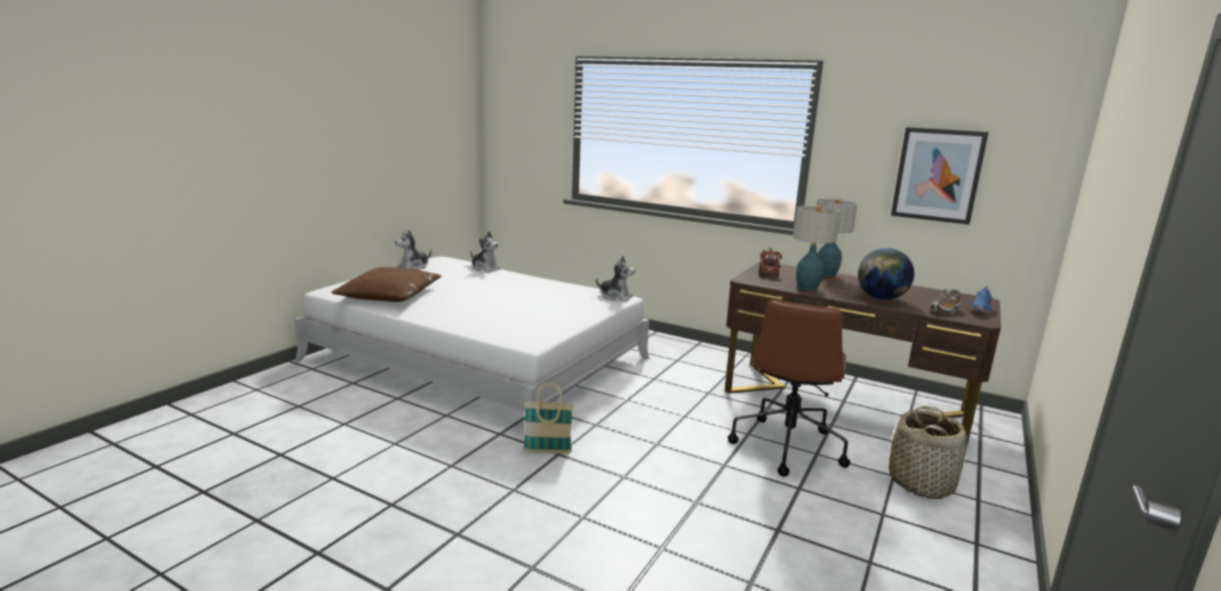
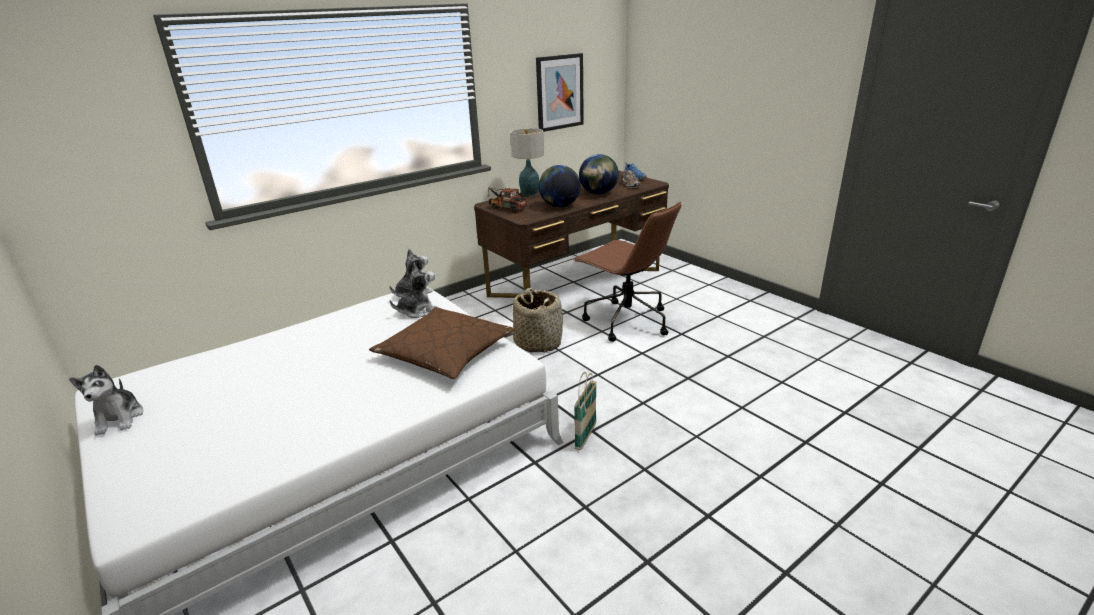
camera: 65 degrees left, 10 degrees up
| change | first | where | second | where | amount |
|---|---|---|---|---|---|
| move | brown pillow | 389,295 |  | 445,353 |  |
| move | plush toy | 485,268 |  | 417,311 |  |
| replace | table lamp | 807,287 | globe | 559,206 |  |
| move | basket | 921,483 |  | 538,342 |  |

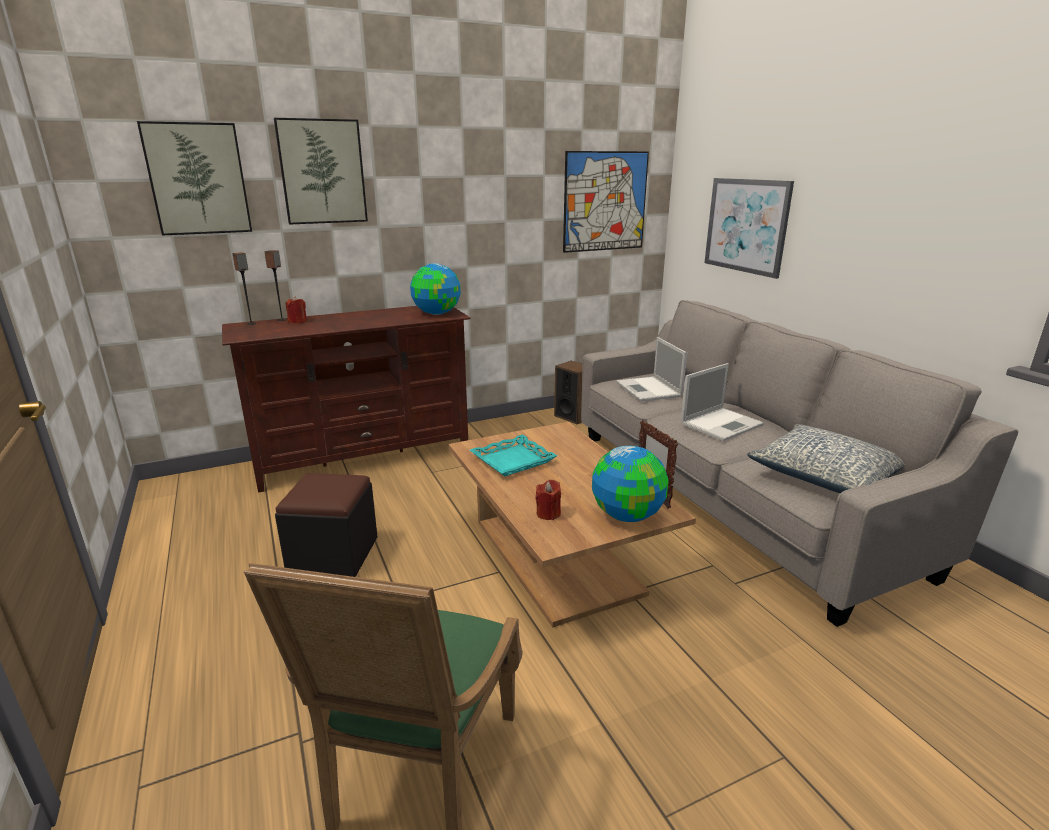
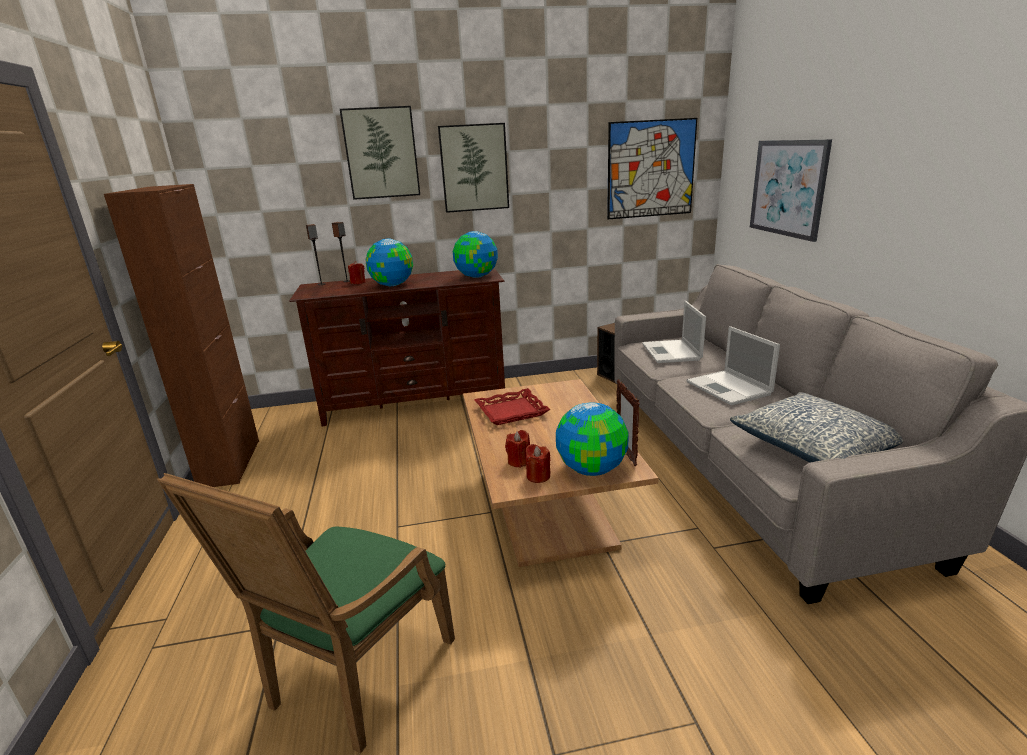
camera: 15 degrees right, 0 degrees up
| change | first | where | second | where | amount |
|---|---|---|---|---|---|
| move | picture | 198,179 |  | 474,168 |  |
| delete | black ottoman | 333,555 |  |  |  |
| recolor | turquoise tray | 513,461 | red tray | 511,412 |  |
| rotate | laptop | 722,424 |  | 729,388 | 90 degrees clockwise |
| insert |  |  | brown cabinet | 230,463 |  |
| insert |  |  | globe | 392,285 |  |
| insert |  |  | red candle | 538,476 |  |

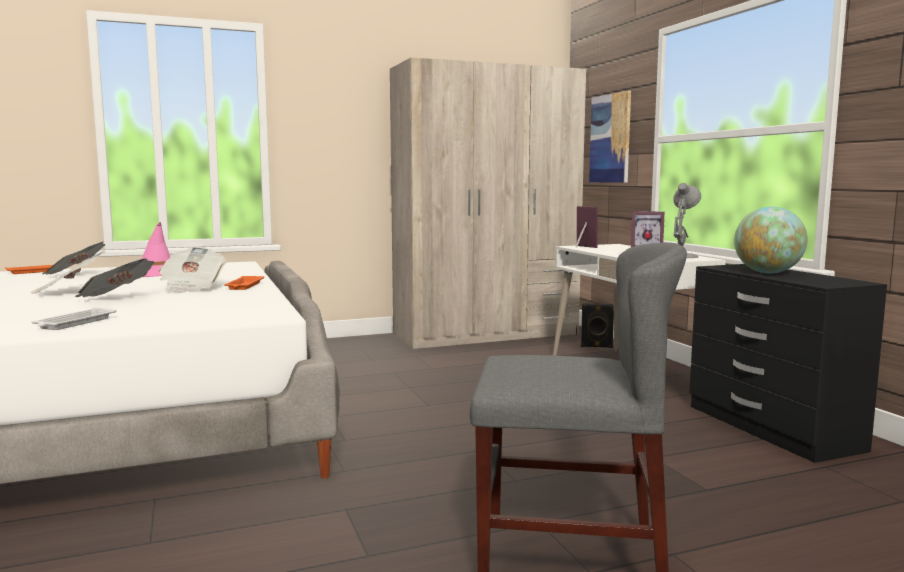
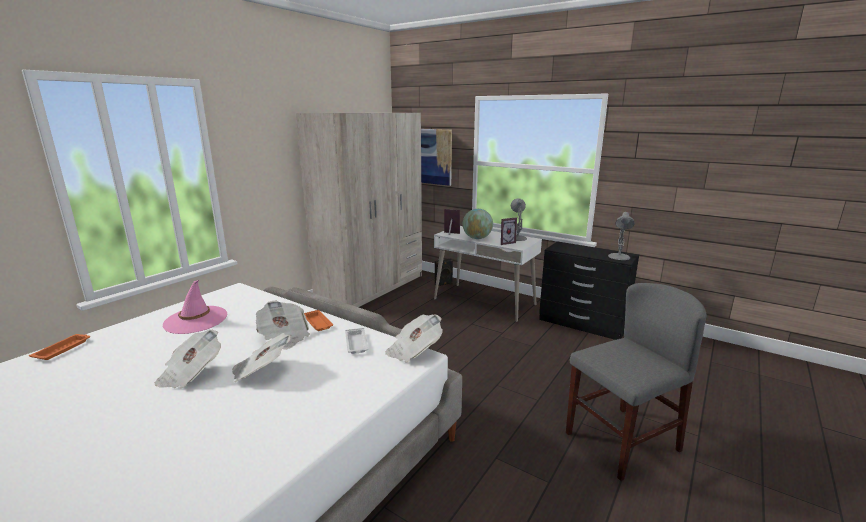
camera: 35 degrees left, 10 degrees up
| change | first | where | second | where | amount |
|---|---|---|---|---|---|
| move | white tray | 74,323 |  | 356,344 |  |
| move | newspaper | 75,275 |  | 414,351 |  |
| move | globe | 767,273 |  | 477,238 |  |
| insert |  |  | grey table lamp | 619,257 |  |

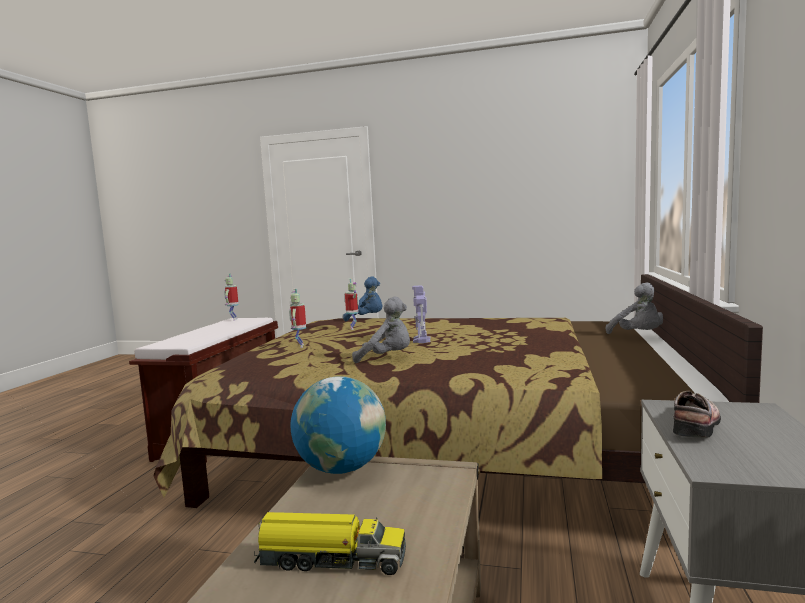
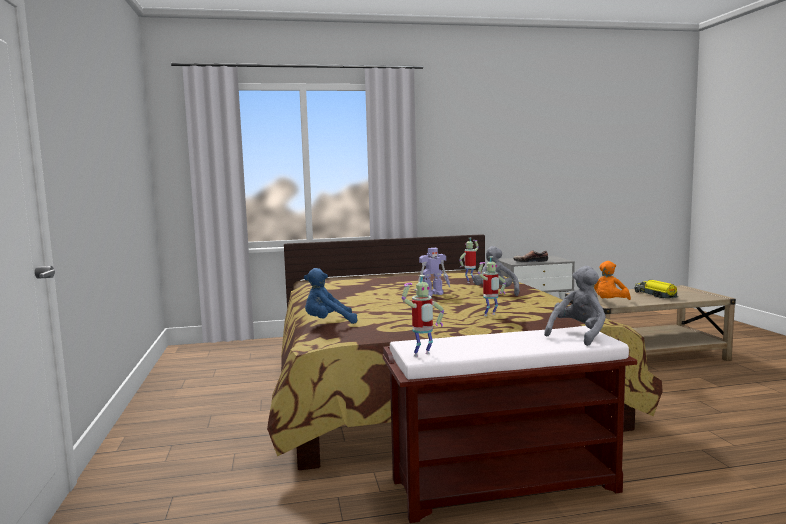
camera: 115 degrees left, 0 degrees up
| change | first | where | second | where | amount |
|---|---|---|---|---|---|
| replace | globe | 342,468 | orange plush toy | 610,303 |  |
| rotate | blue plush toy | 367,318 |  | 328,323 | 90 degrees counterclockwise |
| move | toy robot | 353,328 |  | 470,282 |  |
| move | grey plush toy | 638,335 |  | 578,335 |  |

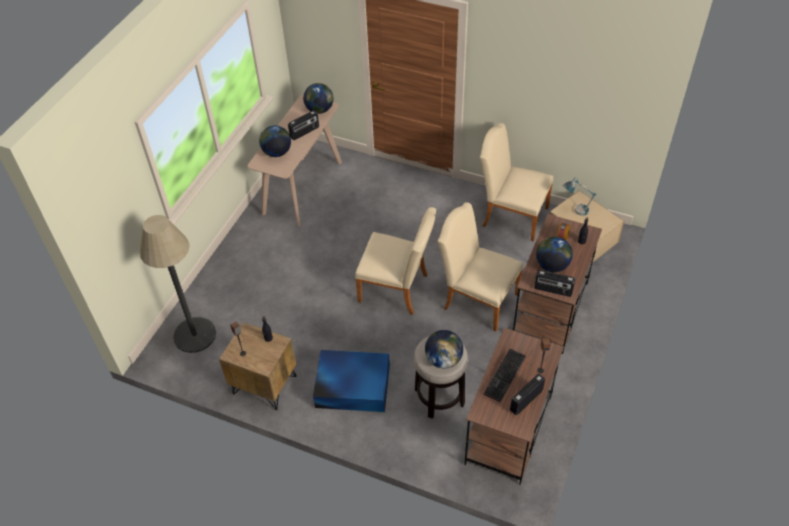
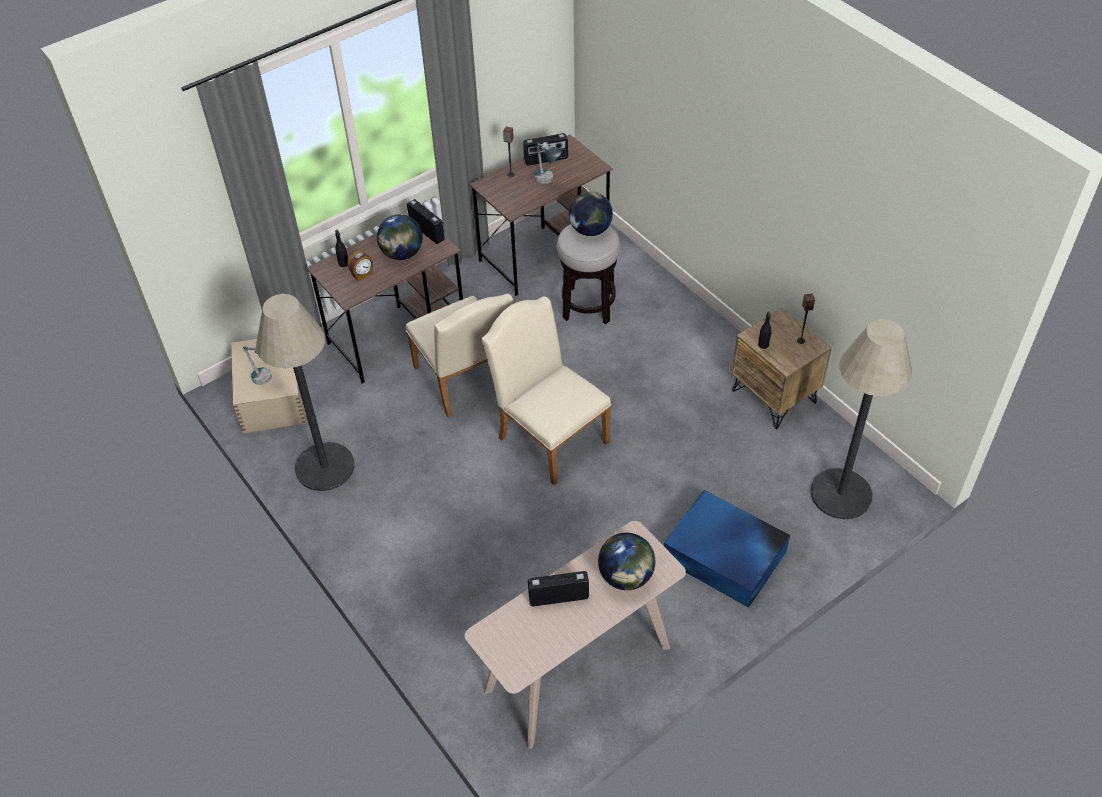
camera: 150 degrees left, 0 degrees up
| change | first | where | second | where | amount |
|---|---|---|---|---|---|
| delete | globe | 320,110 |  |  |  |
| move | blue storage box | 351,385 |  | 725,557 |  |
| replace | beige chair | 511,215 | floor lamp | 325,467 |  |
| replace | keyboard | 505,376 | table lamp | 547,182 |  |

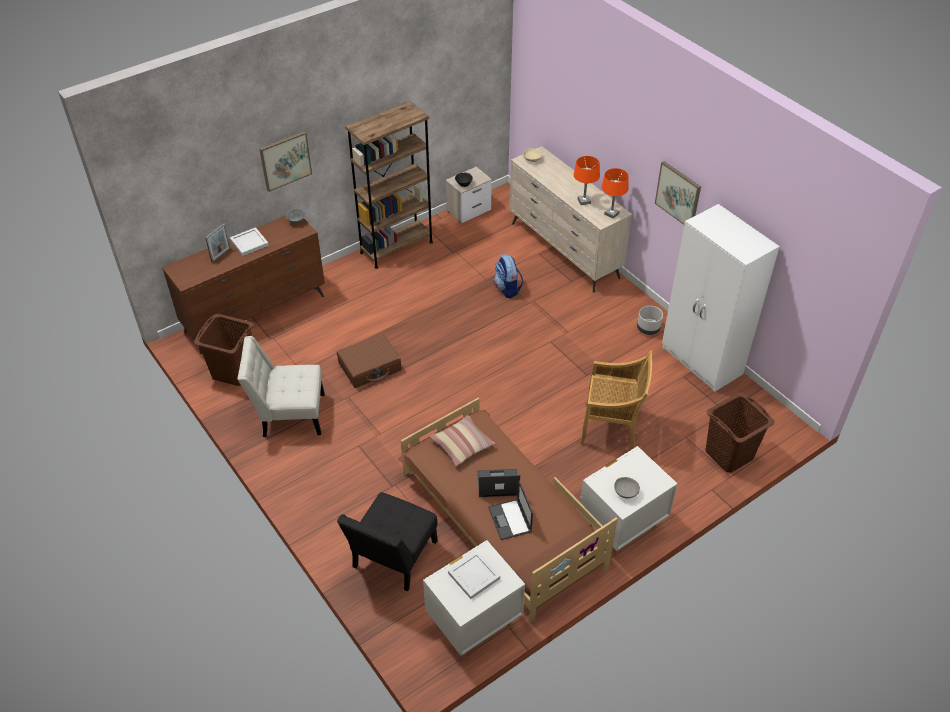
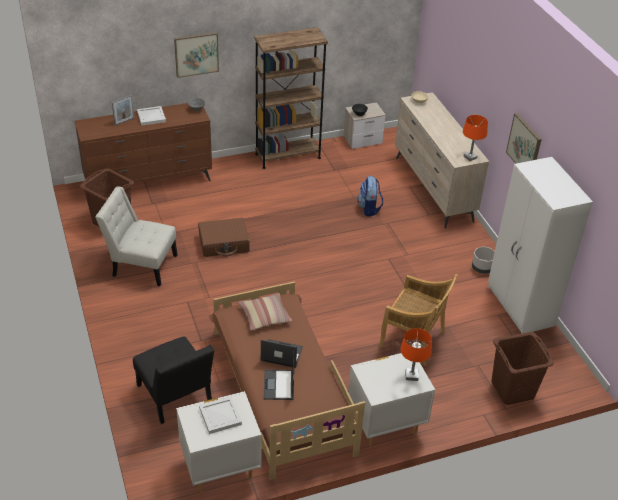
camera: 15 degrees right, 5 degrees down
| change | first | where | second | where | amount |
|---|---|---|---|---|---|
| rotate | black chair | 392,558 |  | 176,397 | 75 degrees counterclockwise |
| move | orange table lamp | 584,201 |  | 412,375 |  |
| delete | grey bowl | 625,492 |  |  |  |

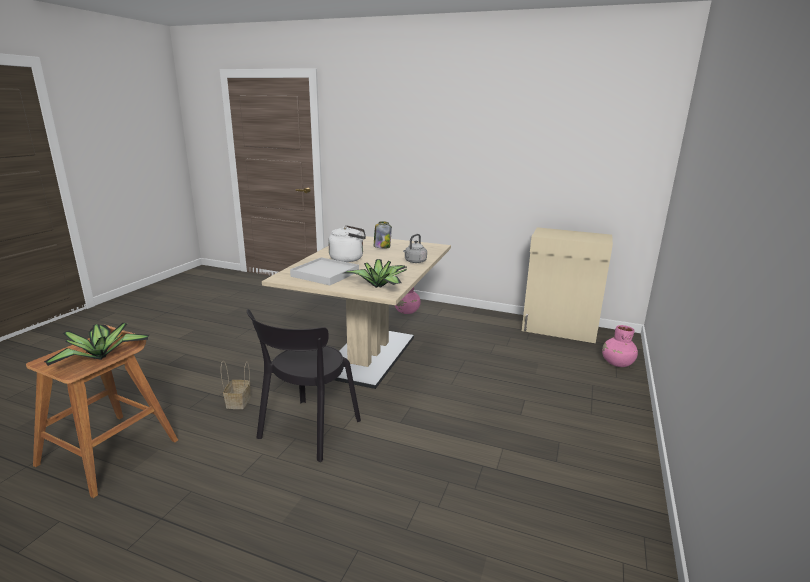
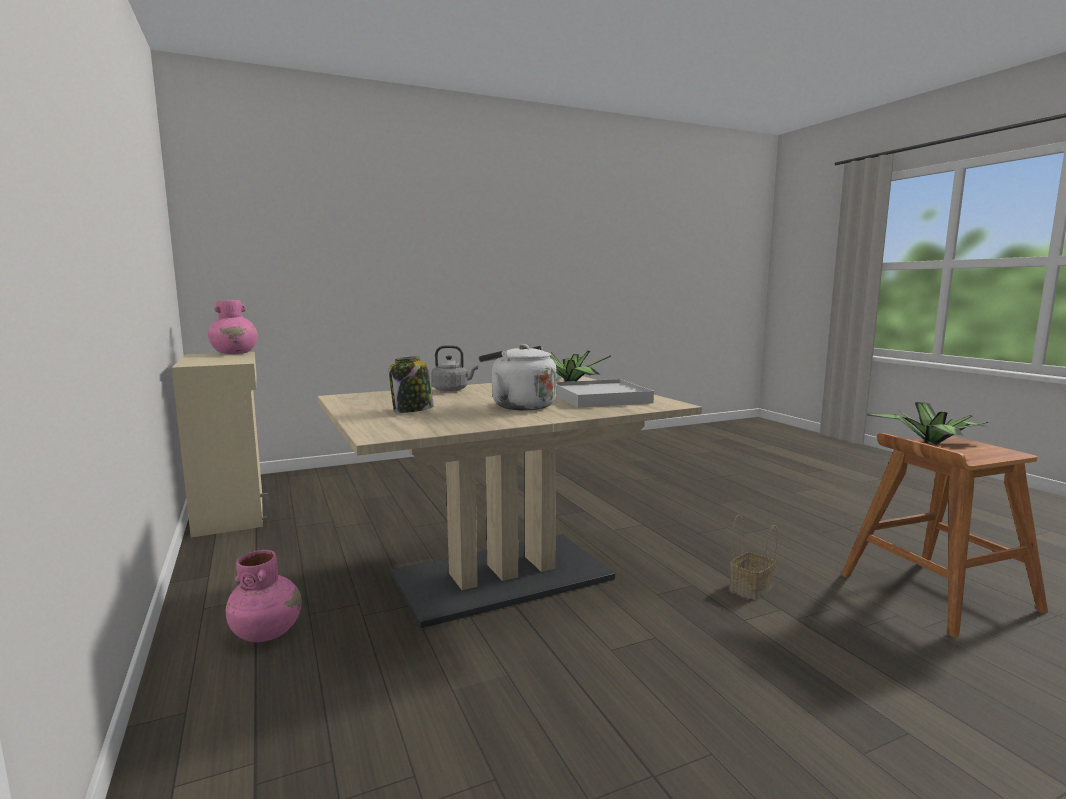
camera: 135 degrees left, 10 degrees down
| change | first | where | second | where | amount |
|---|---|---|---|---|---|
| delete | black chair | 307,431 |  |  |  |
| move | pink vase | 617,363 |  | 235,353 |  |

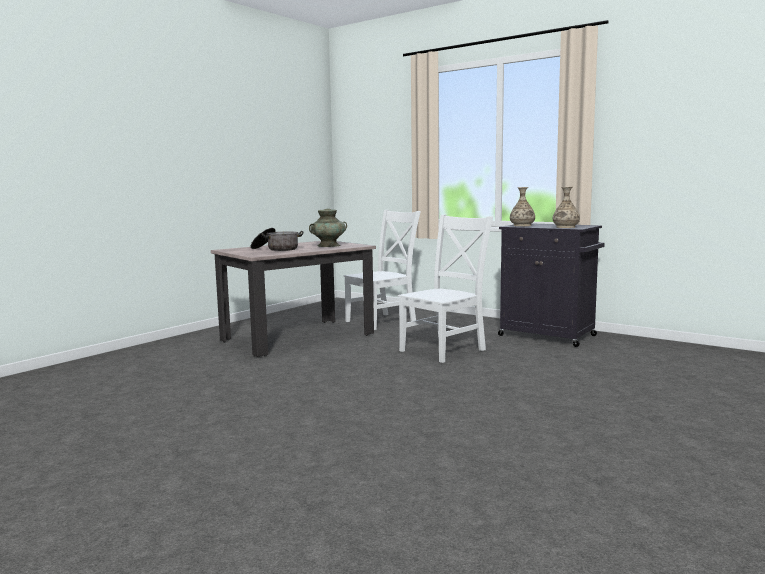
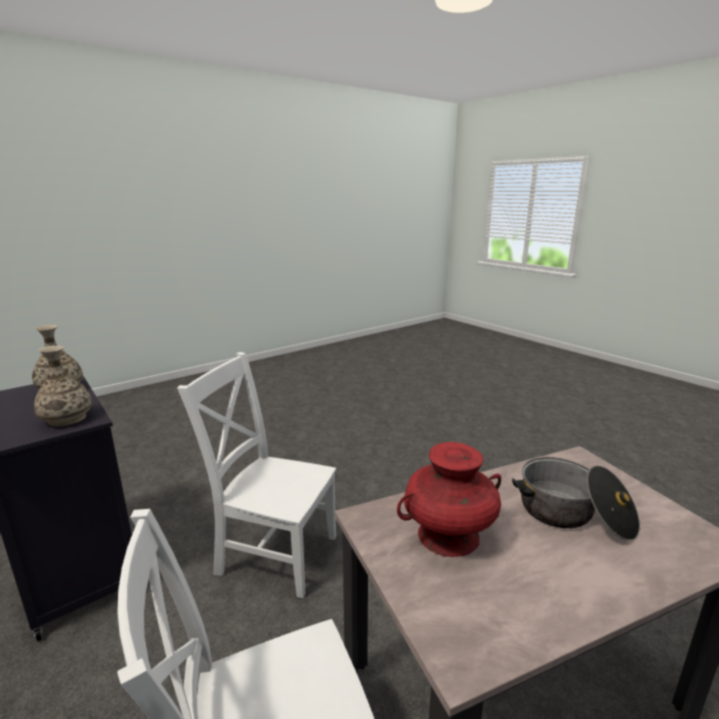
camera: 165 degrees left, 10 degrees up
| change | first | where | second | where | amount |
|---|---|---|---|---|---|
| recolor | turquoise vase | 329,245 | red vase | 448,536 |  |
| rotate | white chair | 445,350 |  | 273,552 | 45 degrees clockwise |

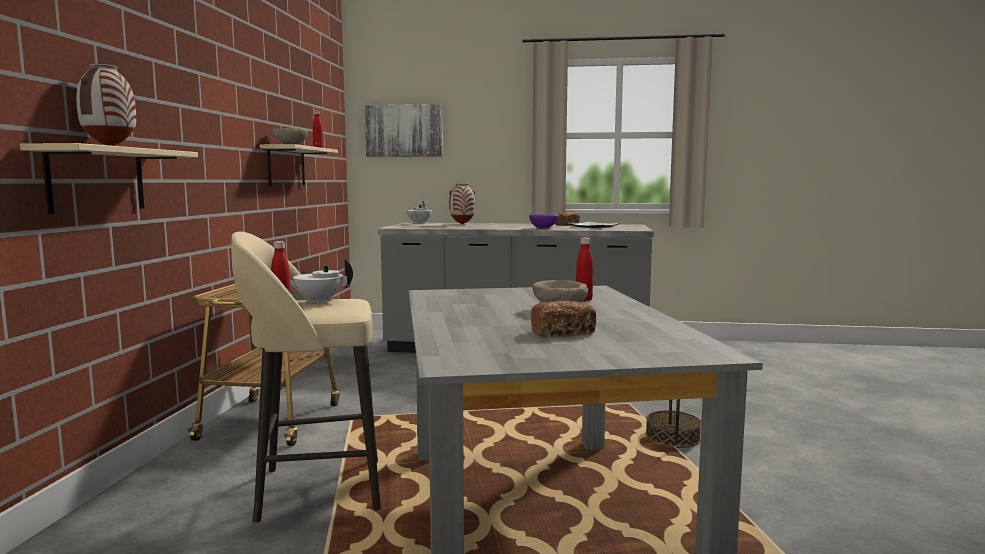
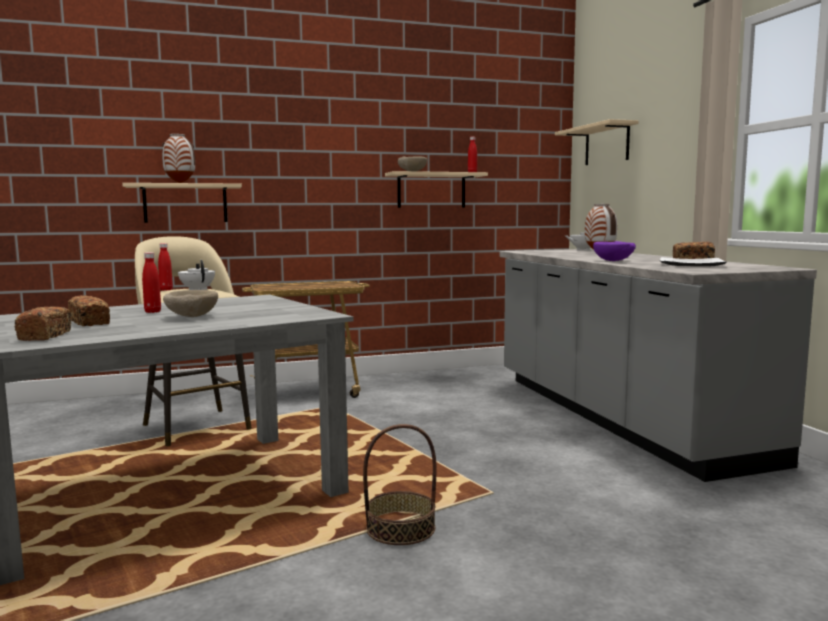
camera: 65 degrees right, 0 degrees up
| change | first | where | second | where | amount |
|---|---|---|---|---|---|
| replace | picture | 404,131 | beige shelf | 607,144 |  |
| move | red bottle | 584,299 |  | 152,312 |  |
| insert |  |  | bread | 45,336 |  |

